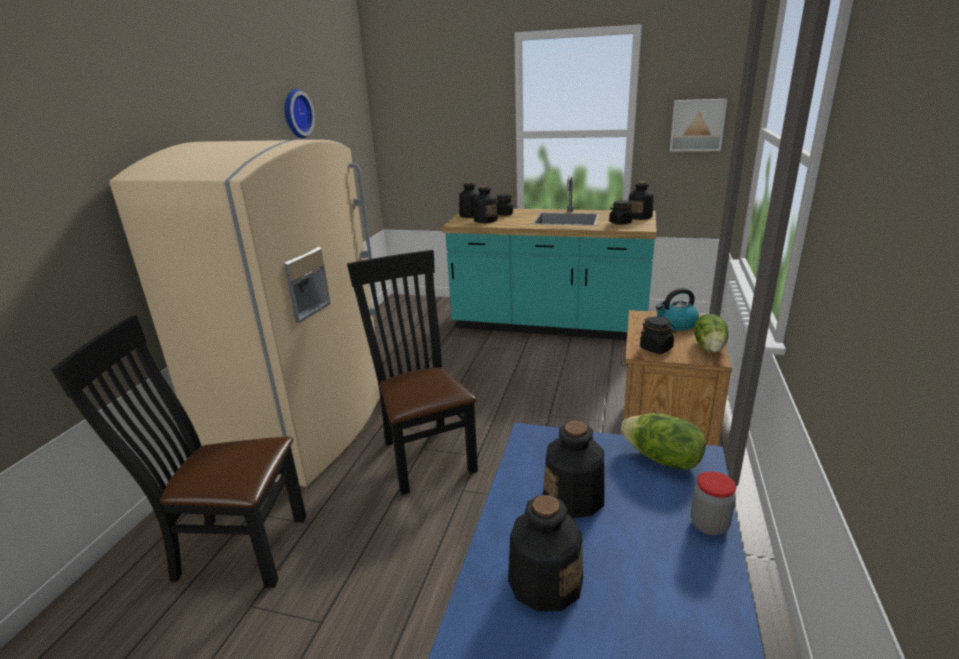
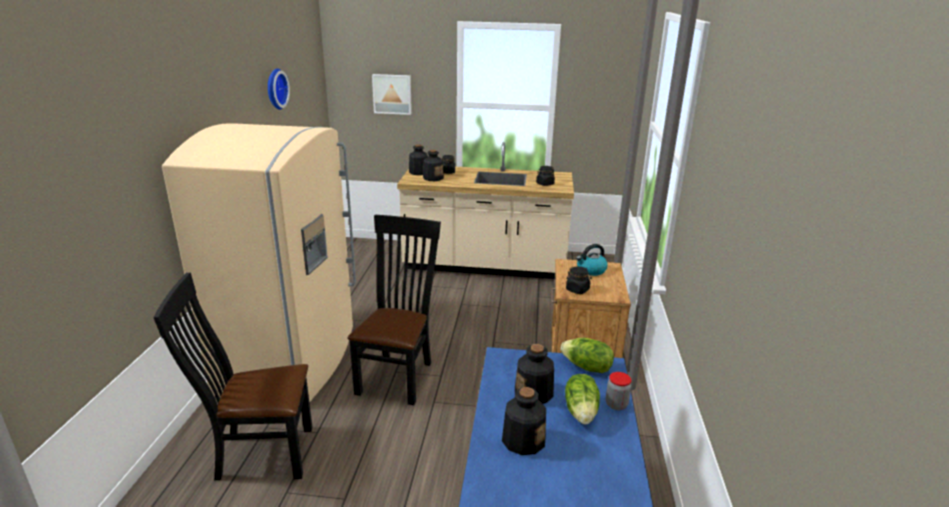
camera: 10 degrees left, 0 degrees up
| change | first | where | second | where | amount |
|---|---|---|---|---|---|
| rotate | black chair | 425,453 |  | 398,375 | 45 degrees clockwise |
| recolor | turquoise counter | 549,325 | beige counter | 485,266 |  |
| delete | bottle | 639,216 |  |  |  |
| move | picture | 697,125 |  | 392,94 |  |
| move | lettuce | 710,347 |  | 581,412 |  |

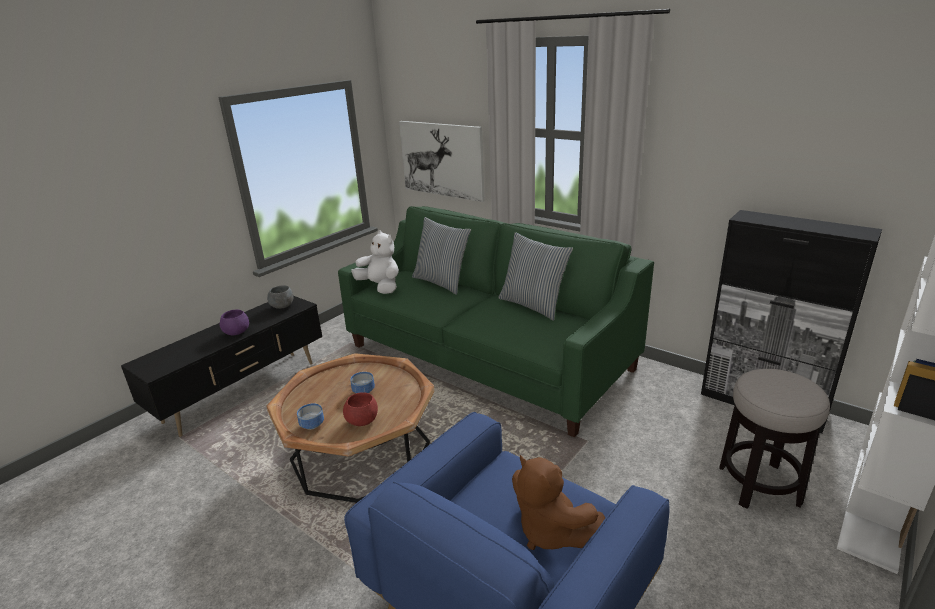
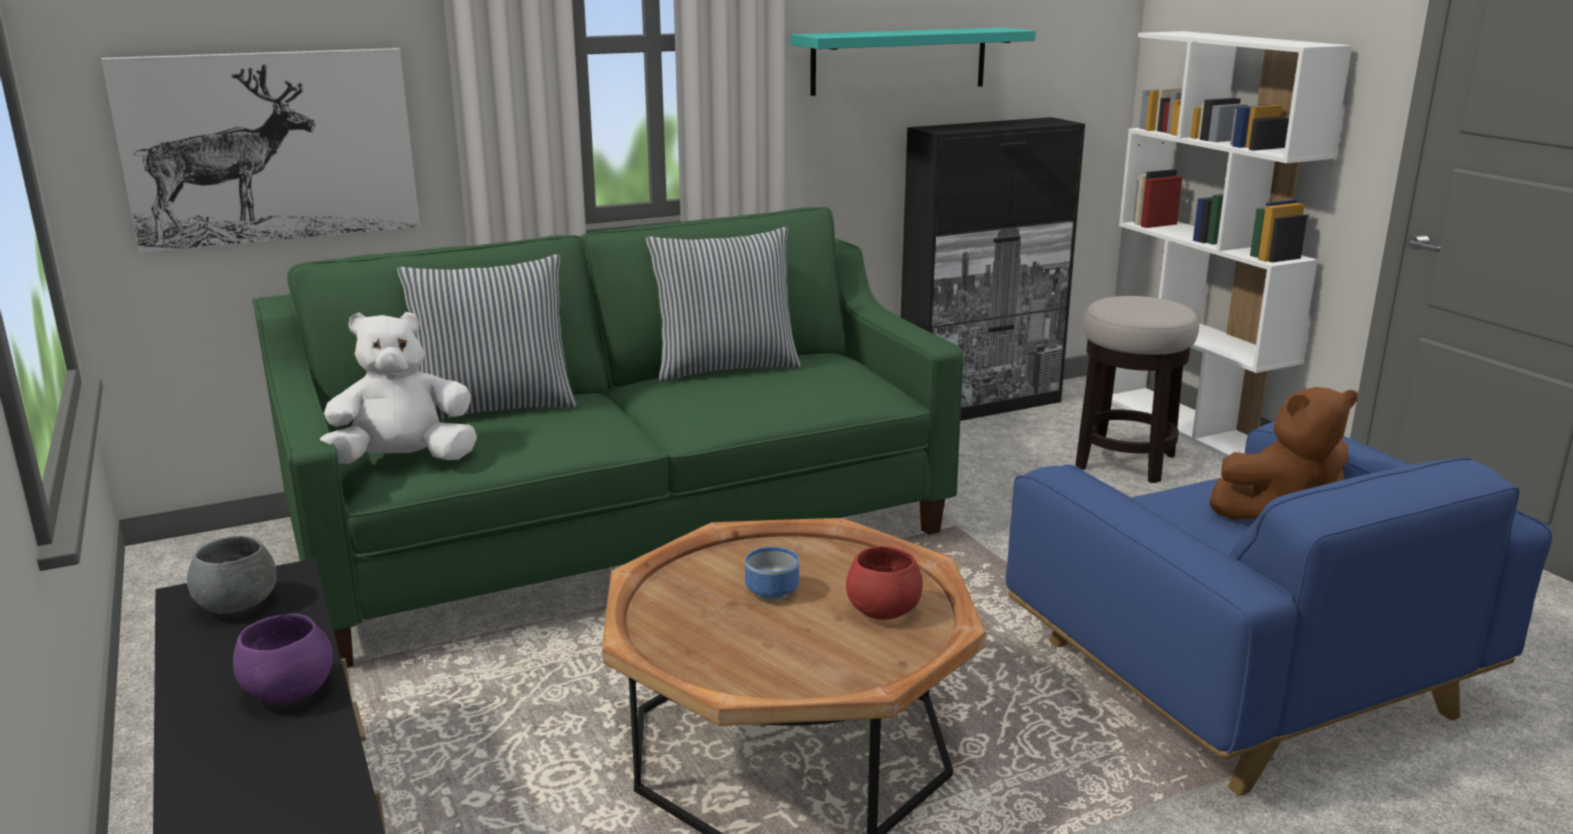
camera: 65 degrees left, 5 degrees down
| change | first | where | second | where | amount |
|---|---|---|---|---|---|
| delete | bowl | 311,425 |  |  |  |
| insert |  |  | turquoise shelf | 899,60 |  |

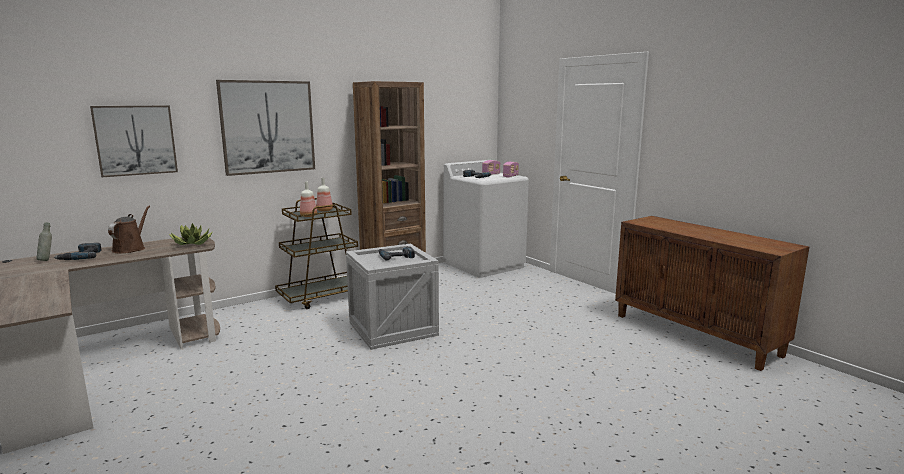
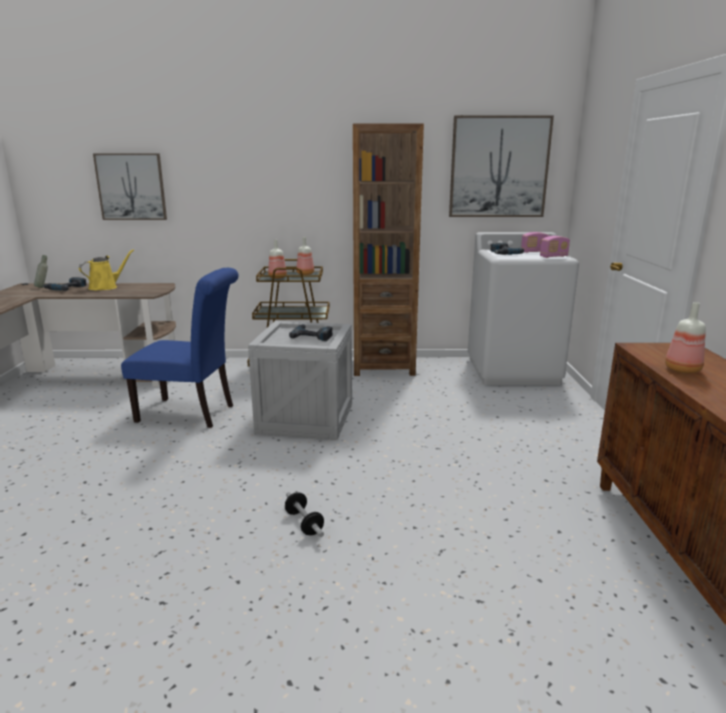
camera: 35 degrees right, 5 degrees up
| change | first | where | second | where | amount |
|---|---|---|---|---|---|
| recolor | brown watering can | 130,248 | yellow watering can | 106,287 |  |
| delete | potted plant | 192,244 |  |  |  |
| move | picture | 268,127 |  | 499,167 |  |
| insert |  |  | blue chair | 191,413 |  |
| insert |  |  | dumbbell | 304,523 |  |
| insert |  |  | bottle | 681,370 |  |

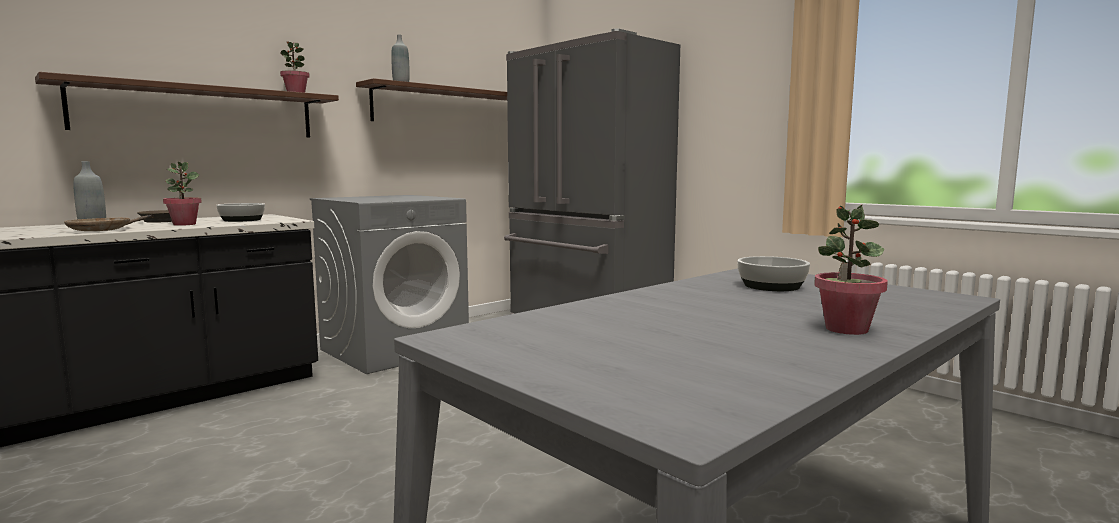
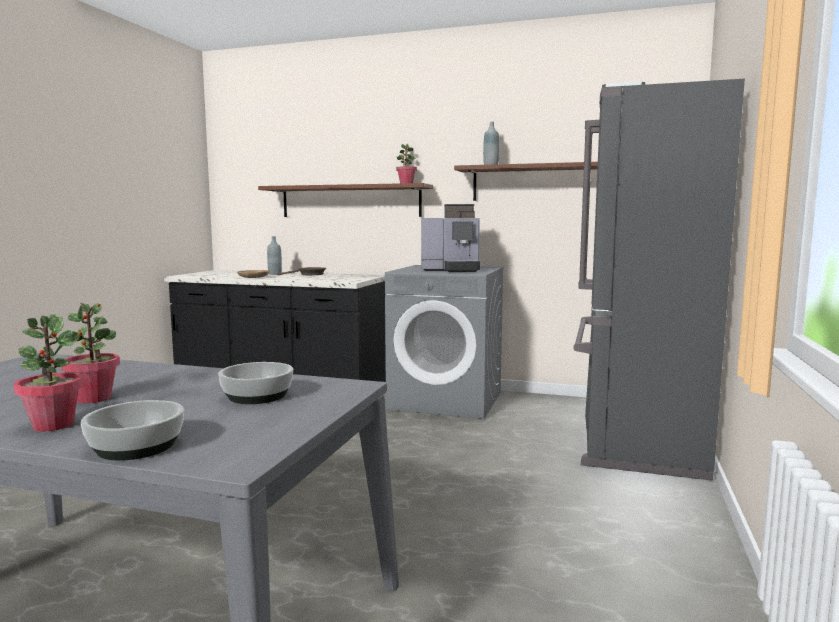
camera: 60 degrees right, 0 degrees up
| change | first | where | second | where | amount |
|---|---|---|---|---|---|
| move | potted plant | 184,224 |  | 94,398 |  |
| move | bowl | 242,220 |  | 137,446 |  |
| insert |  |  | coffee machine | 451,270 |  |

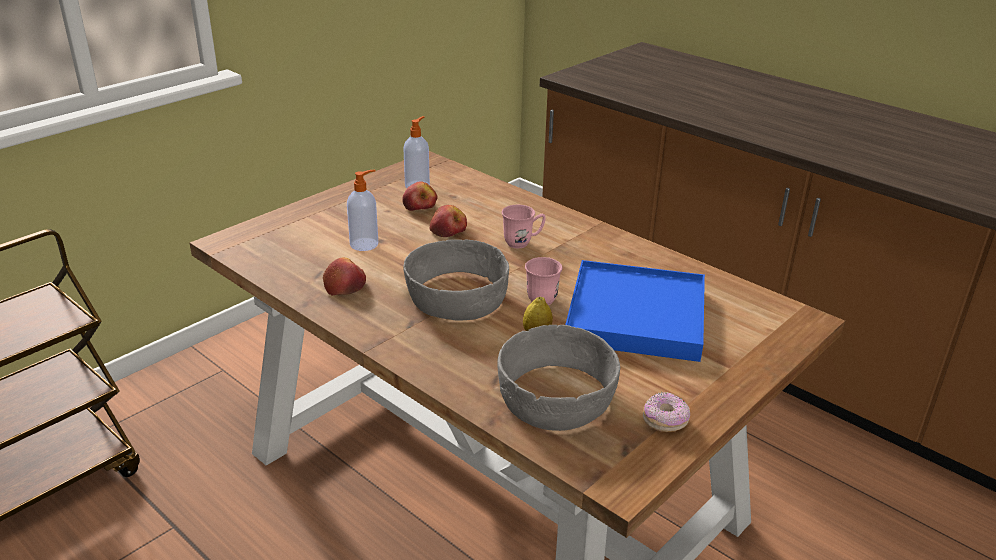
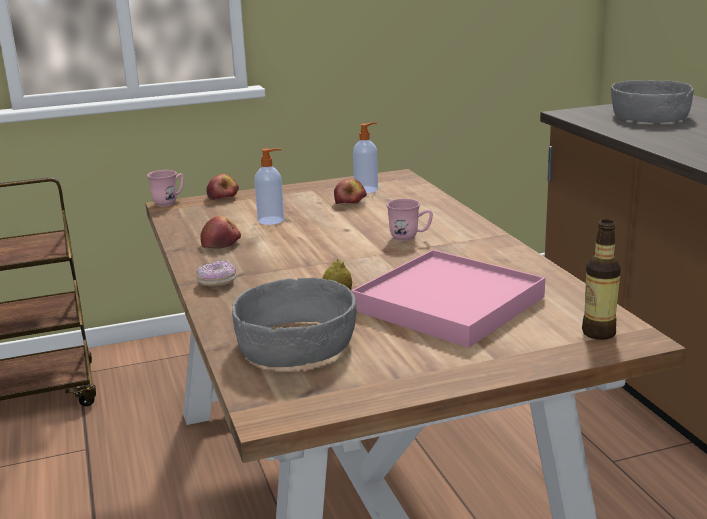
camera: 30 degrees right, 10 degrees down
| change | first | where | second | where | amount |
|---|---|---|---|---|---|
| move | grey bowl | 455,297 |  | 648,115 |  |
| move | apple | 448,230 |  | 223,197 |  |
| move | pink mug | 543,296 |  | 169,202 |  |
| recolor | blue tray | 635,316 | pink tray | 448,304 |  |
| move | donut | 665,421 |  | 217,283 |  |
| insert |  |  | bottle | 598,333 |  |

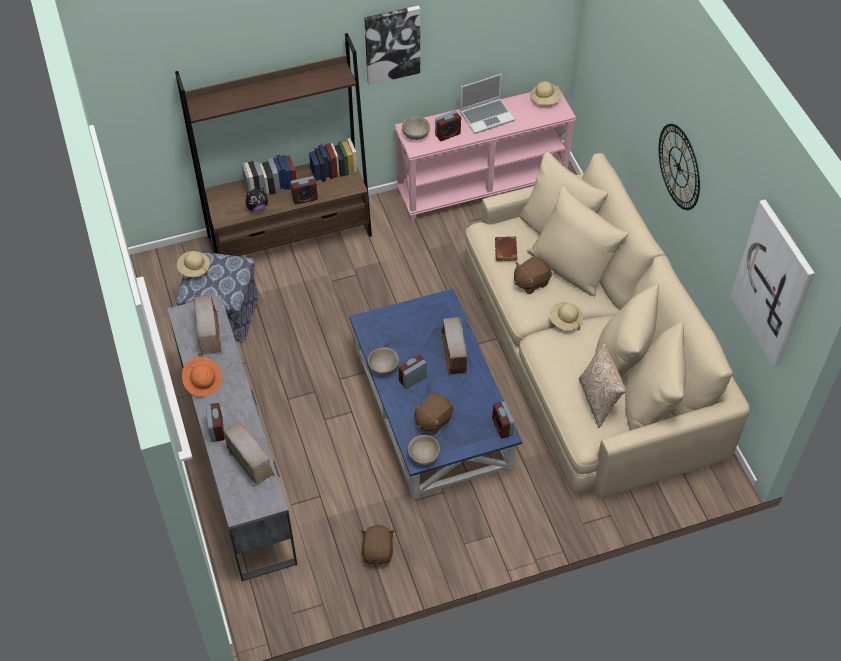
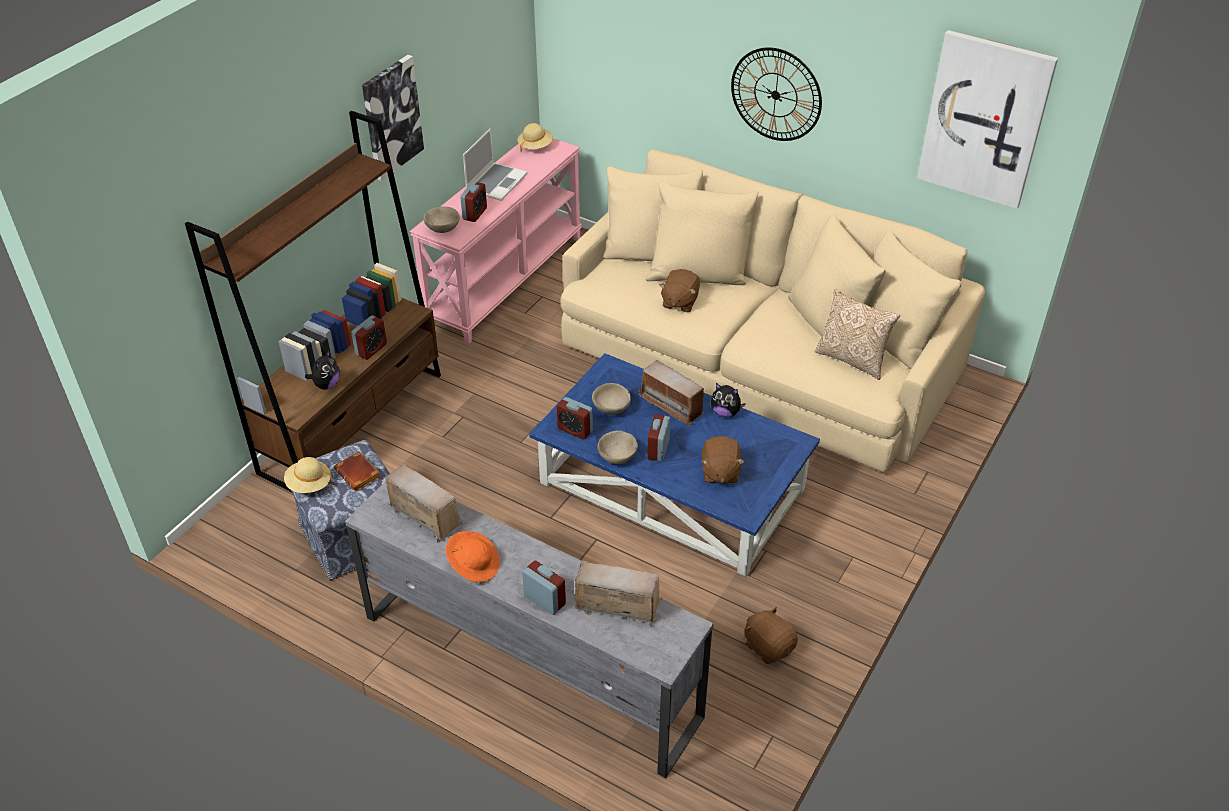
camera: 40 degrees left, 10 degrees down
| change | first | where | second | where | amount |
|---|---|---|---|---|---|
| move | beige bowl | 423,456 |  | 611,408 |  |
| move | alarm clock | 502,427 |  | 575,430 |  |
| move | brown book | 507,251 |  | 359,474 |  |
| delete | beige hat | 565,321 |  |  |  |
| insert |  |  | plush toy | 725,412 |  |

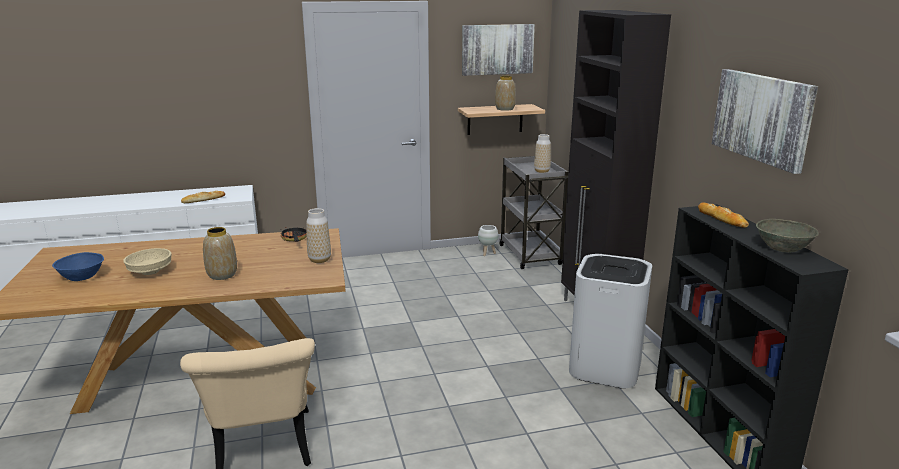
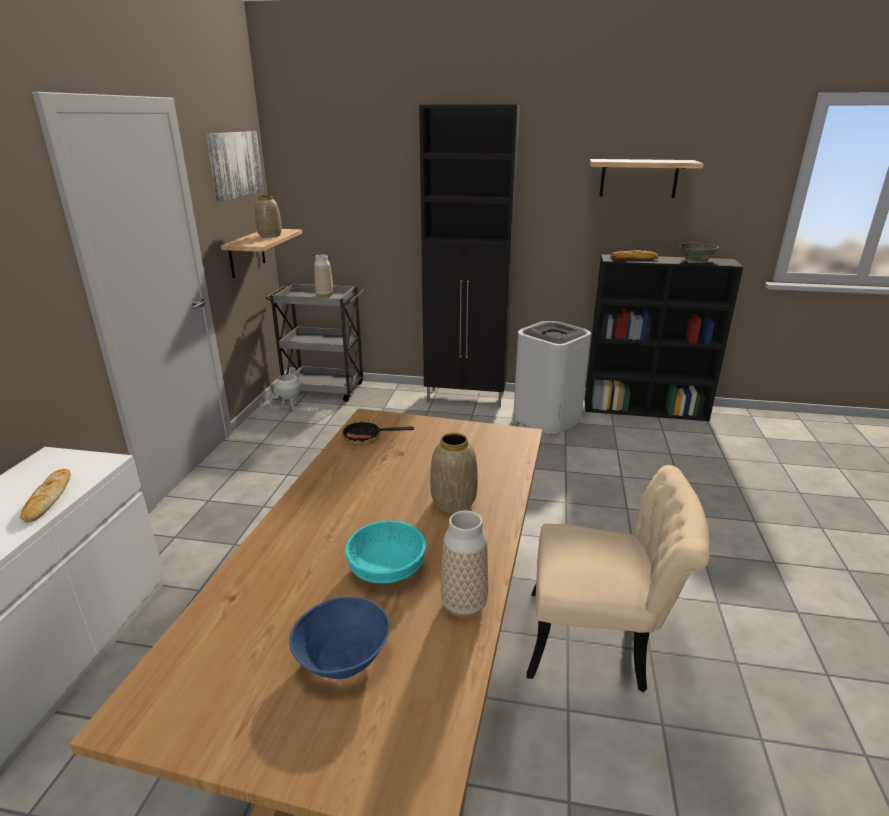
camera: 65 degrees left, 5 degrees up
| change | first | where | second | where | amount |
|---|---|---|---|---|---|
| recolor | beige bowl | 151,271 | turquoise bowl | 386,568 |  |
| move | vase | 319,260 |  | 464,605 |  |
| replace | picture | 762,118 | shelf | 638,178 |  |

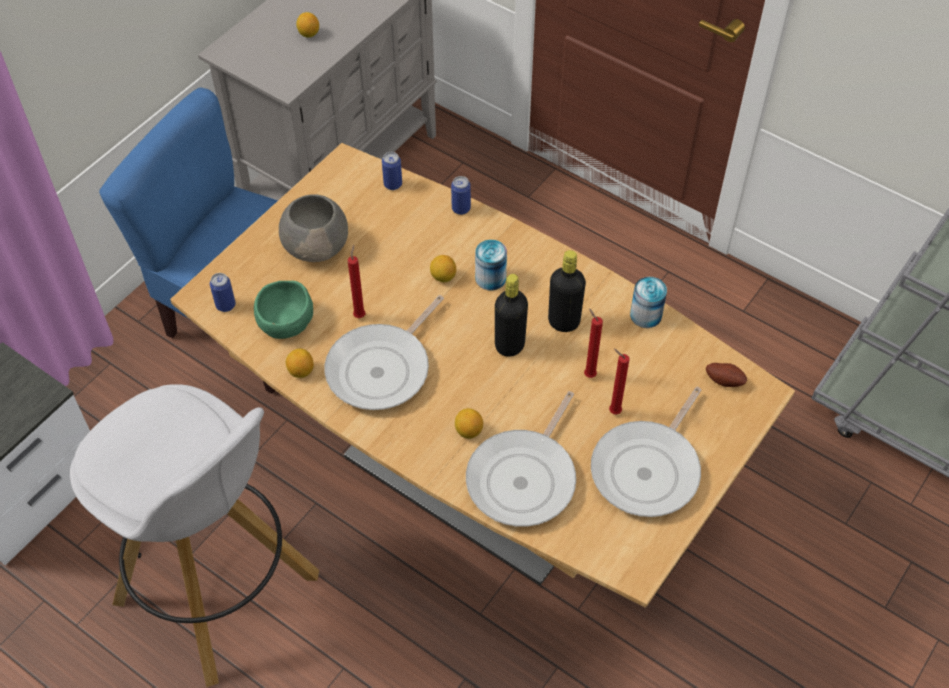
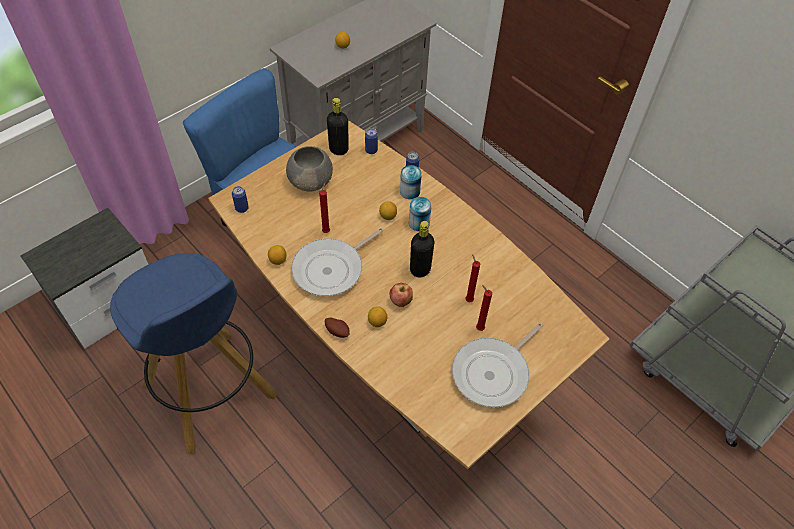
camera: 10 degrees right, 0 degrees up
| change | first | where | second | where | amount |
|---|---|---|---|---|---|
| recolor | white stool | 220,591 | blue stool | 212,393 |  |
| delete | green bowl | 285,322 |  |  |  |
| delete | frying pan | 525,477 |  |  |  |
| move | black bottle | 564,322 |  | 338,149 |  |
| move | can | 645,315 |  | 410,191 |  |
| move | potato | 724,380 |  | 337,331 |  |
| insert |  |  | apple | 400,301 |  |

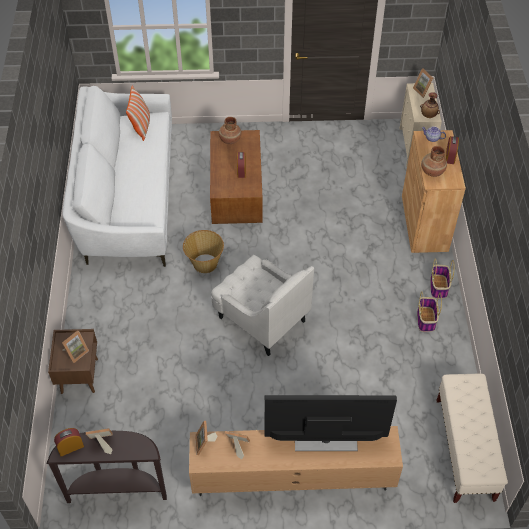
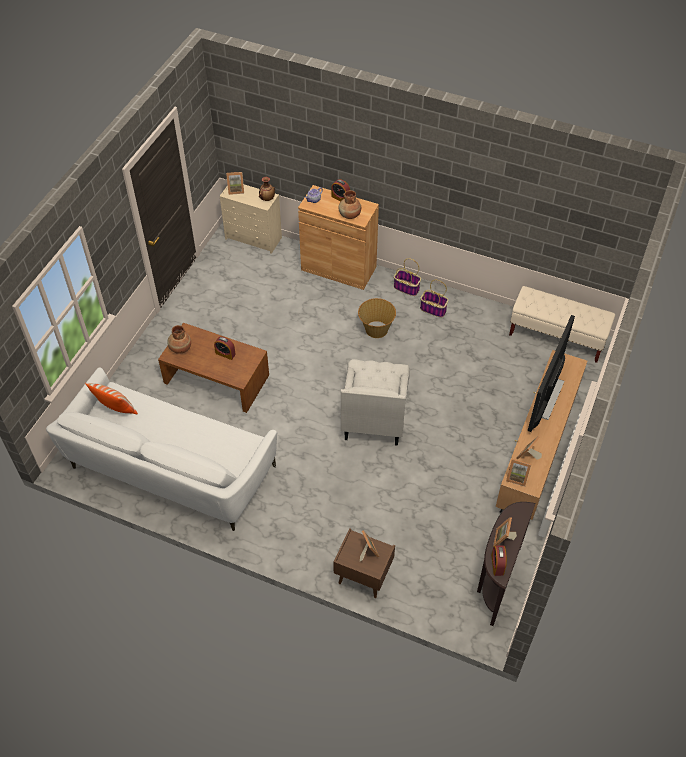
camera: 65 degrees left, 0 degrees up
| change | first | where | second | where | amount |
|---|---|---|---|---|---|
| move | basket | 204,263 |  | 376,329 |  |
| rotate | white armchair | 261,319 |  | 374,415 | 120 degrees clockwise |

